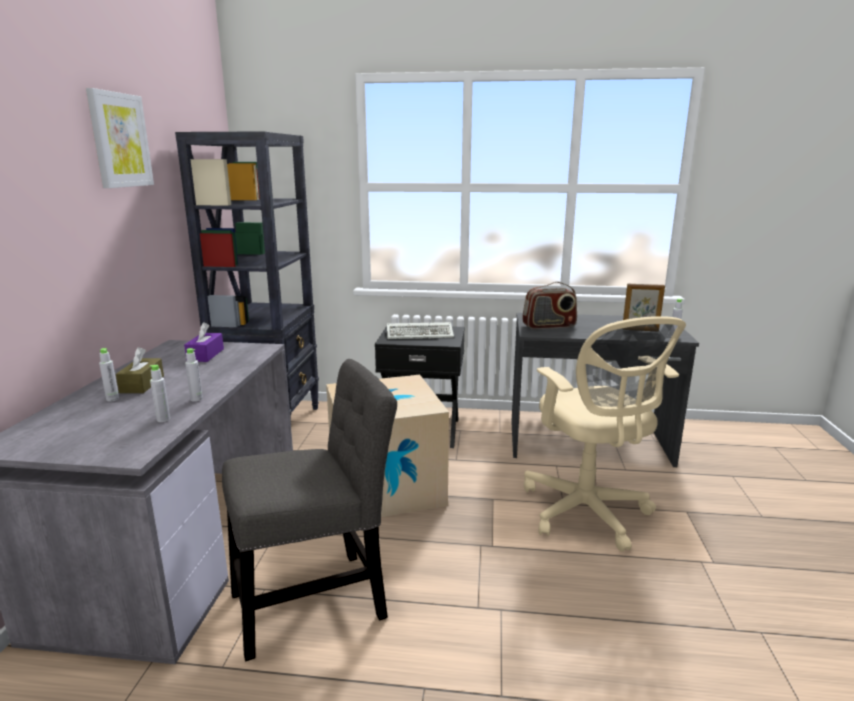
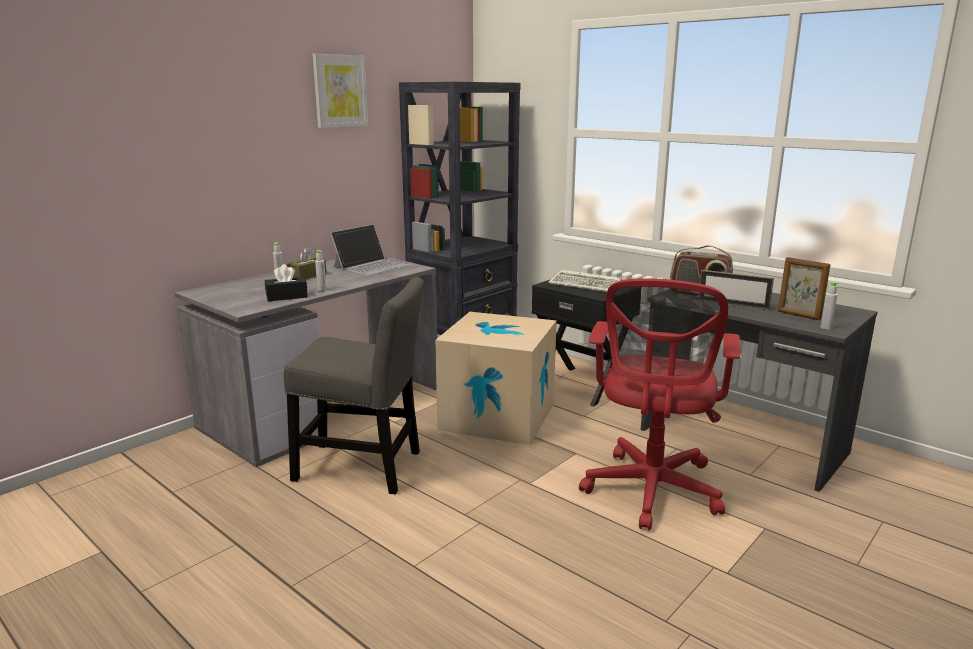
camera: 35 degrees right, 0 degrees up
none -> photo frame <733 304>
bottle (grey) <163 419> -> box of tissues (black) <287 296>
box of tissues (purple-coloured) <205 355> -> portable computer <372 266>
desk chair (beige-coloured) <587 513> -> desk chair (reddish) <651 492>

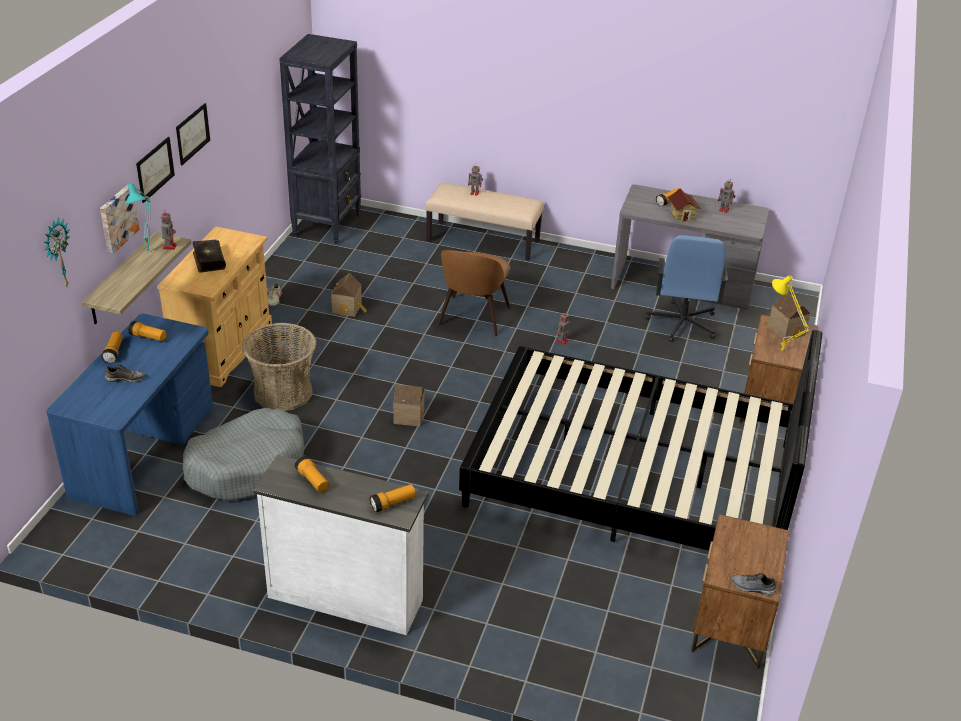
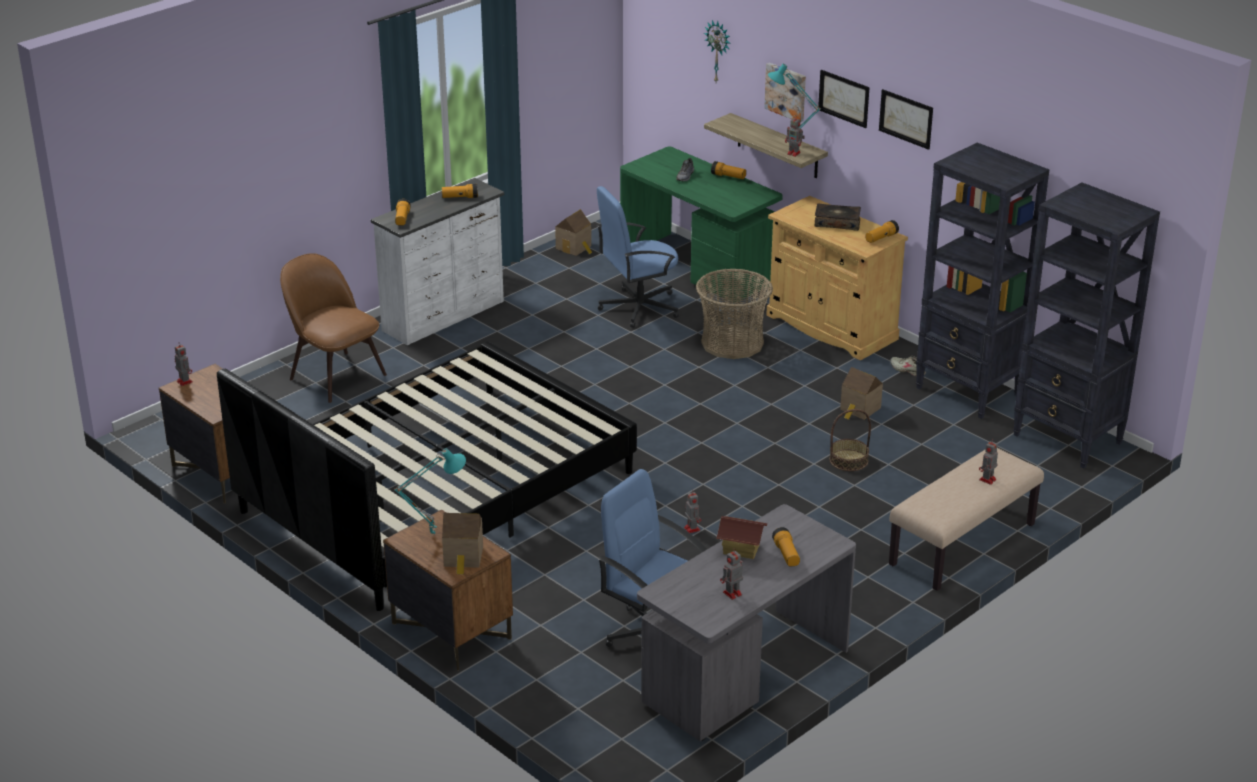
camera: 120 degrees right, 5 degrees down
none -> storage basket <848 460>
none -> shelving unit (black) <968 392>
flashlight <148 337> -> flashlight <881 238>, moved
miniature house <409 415> -> miniature house <575 248>, moved
upright chair (brownish) <473 317> -> upright chair (brownish) <335 375>, moved
dog cushion (grey) <248 466> -> desk chair (blue-coloured) <638 307>
item of footwear (grey) <752 588> -> robot figure <184 381>
desk unit (blue-coloured) <145 451> -> desk unit (greenish) <698 269>
table lamp (yellow) <780 351> -> table lamp (blue-green) <433 534>

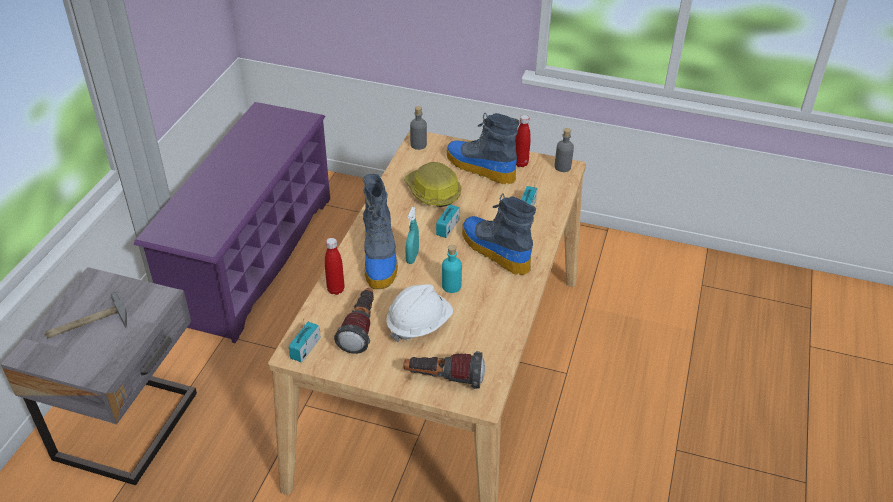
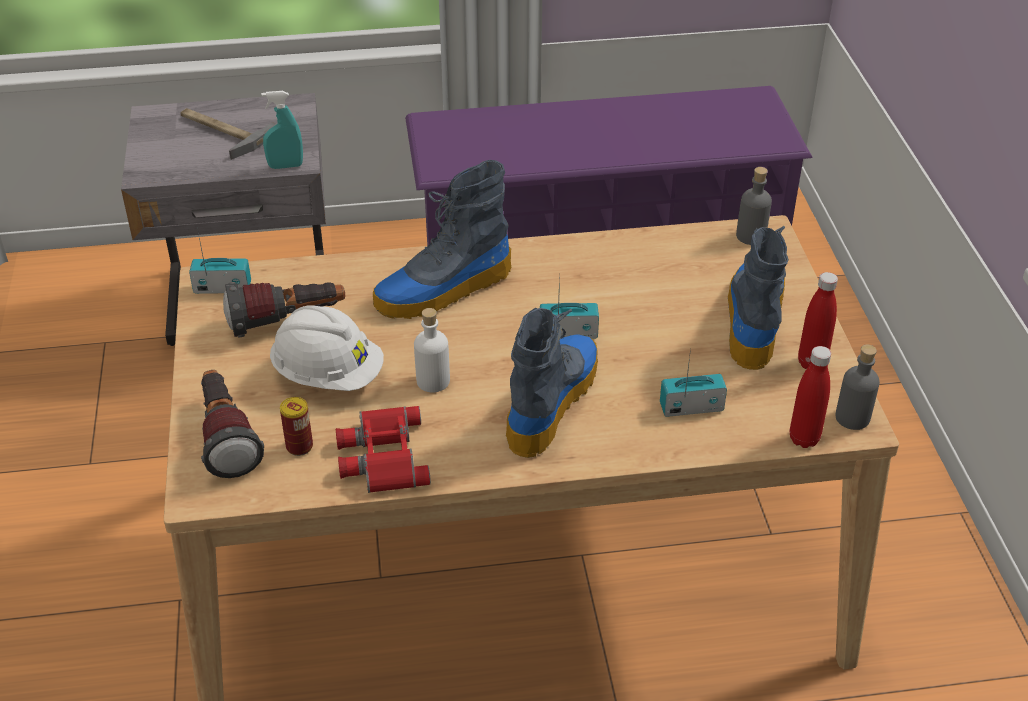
camera: 65 degrees right, 0 degrees up
hard hat <432 192> -> none
none -> metal can <299 446>
none -> binoculars (reddish) <381 456>
bottle (reddish) <336 290> -> bottle (reddish) <804 439>, moved
hand sprayer (blue-green) <412 257> -> hand sprayer (blue-green) <285 166>, moved
bottle (blue-green) <451 286> -> bottle (white) <433 381>

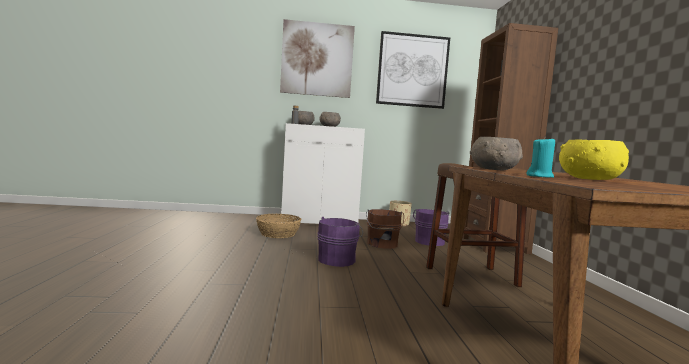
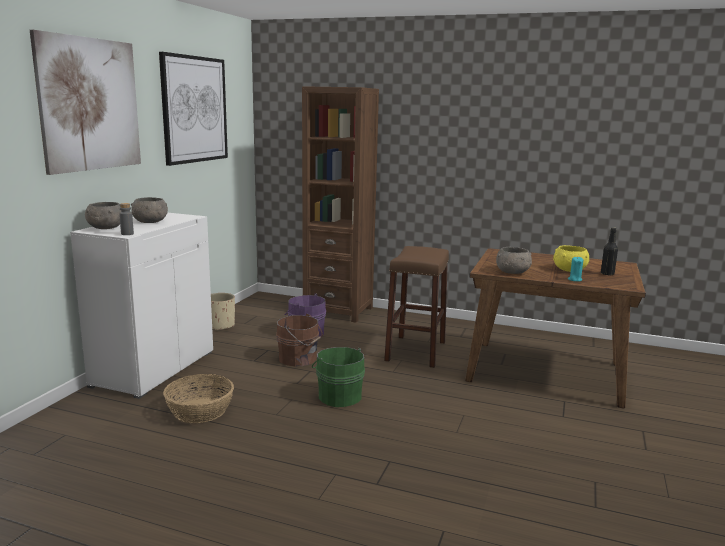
camera: 65 degrees left, 10 degrees up
none -> bottle (black) <607 274>
pail (purple-coloured) <338 260> -> pail (greenish) <339 396>

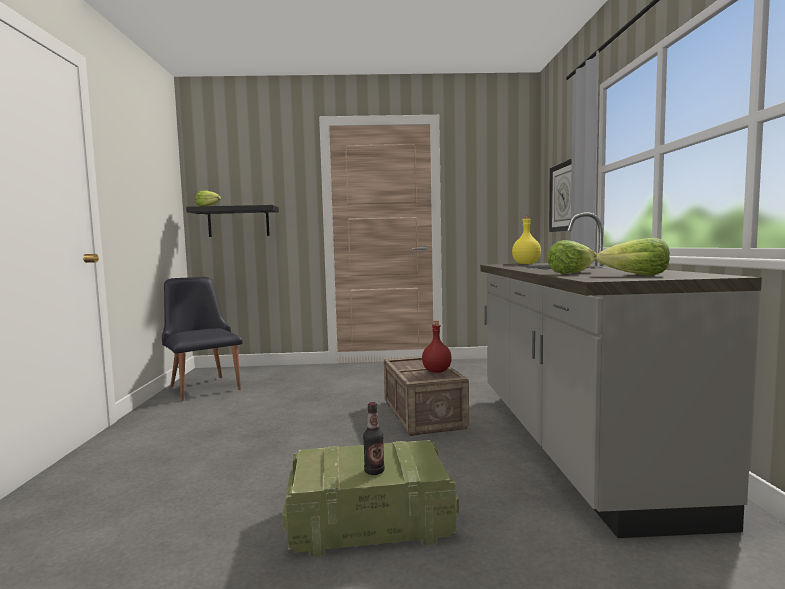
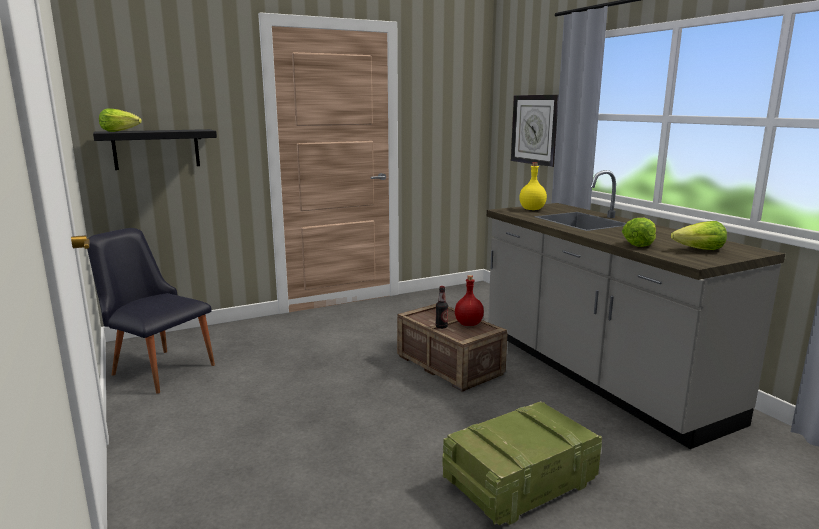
camera: 25 degrees left, 10 degrees up
bottle <374 471> -> bottle <441 327>, moved

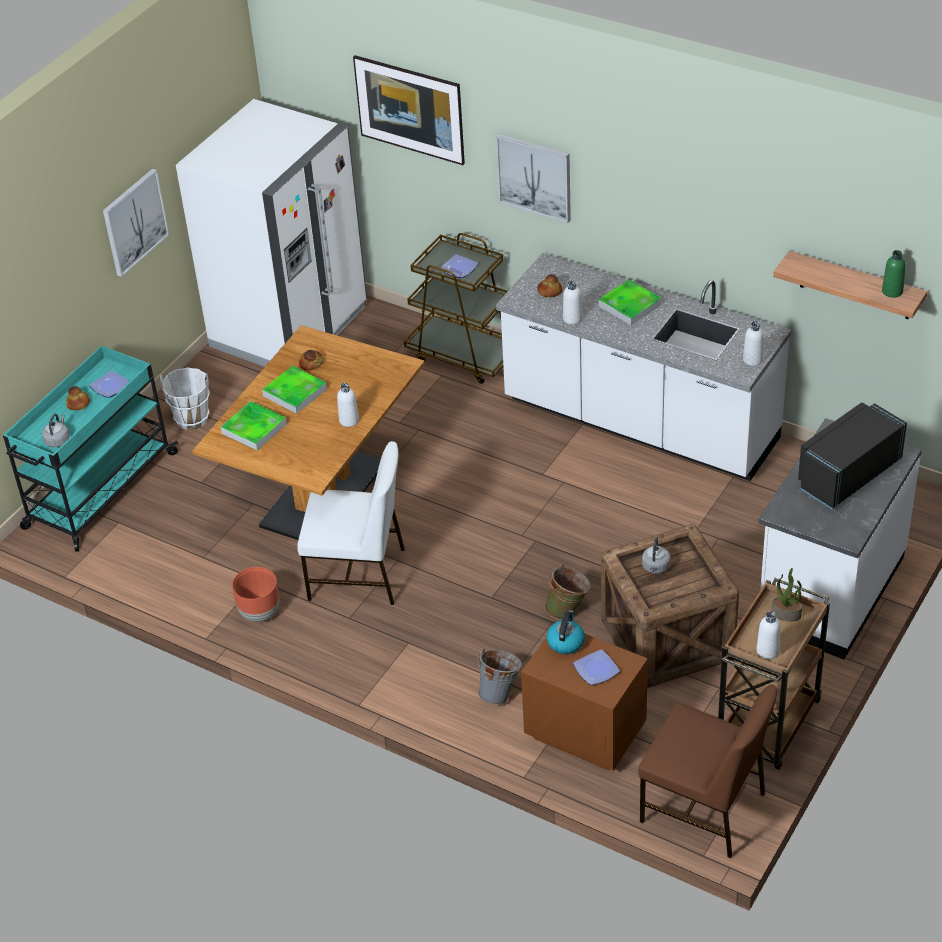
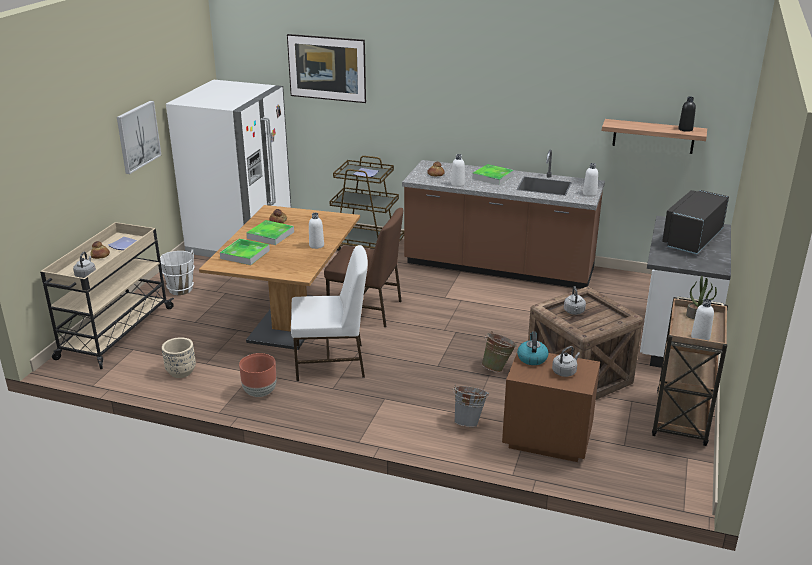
camera: 15 degrees left, 15 degrees down
wall picture <534 177> -> none
none -> flower pot (beige-coloured) <181 372>
upright chair (brownish) <704 809> -> upright chair (brownish) <366 310>, moved
plate <596 669> -> water kettle (grey) <565 372>
trolley (blue-green) <99 491> -> trolley (beige-coloured) <115 333>
kitchen base unit (white) <640 423> -> kitchen base unit (brownish) <498 268>
bottle (greenish) <892 291> -> bottle (black) <685 129>

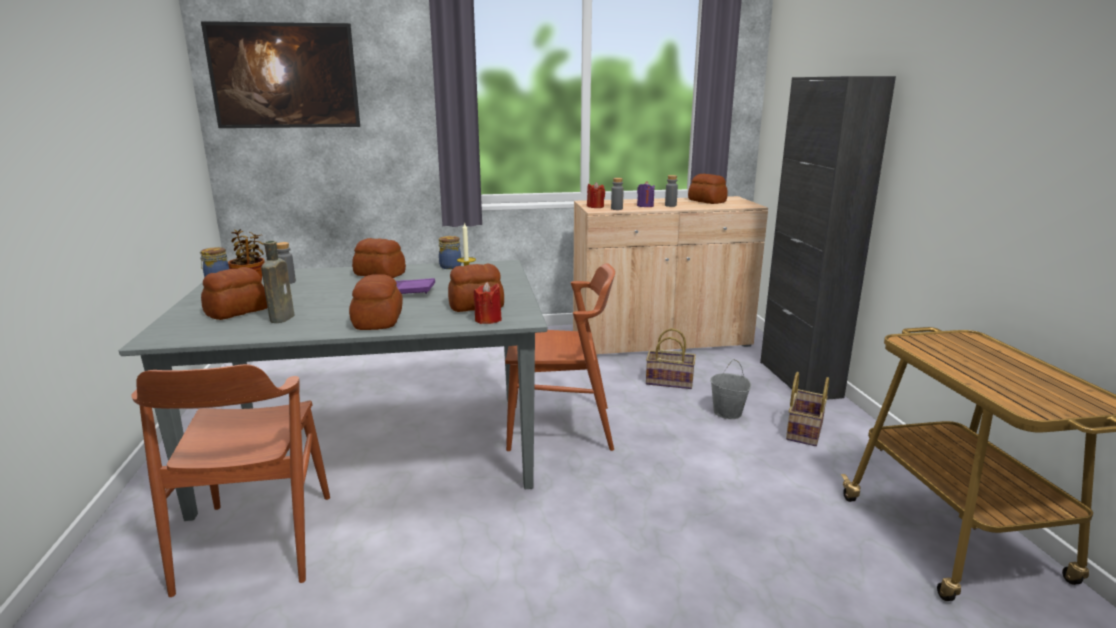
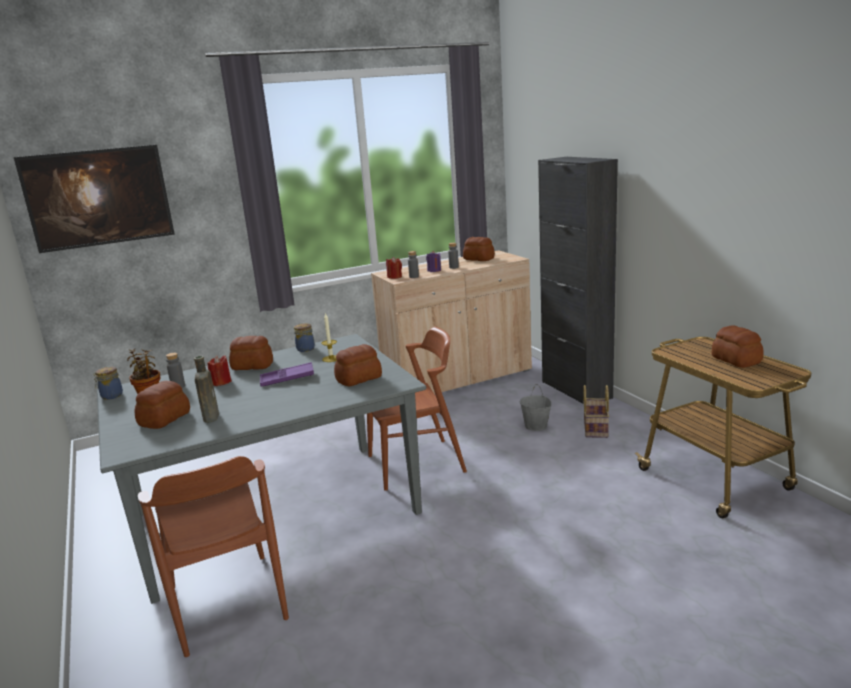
camera: 15 degrees left, 0 degrees up
storage basket <670 381> -> none
bakery bread <377 321> -> bakery bread <736 360>, moved
wax candle (reddish) <488 320> -> wax candle (reddish) <221 382>, moved

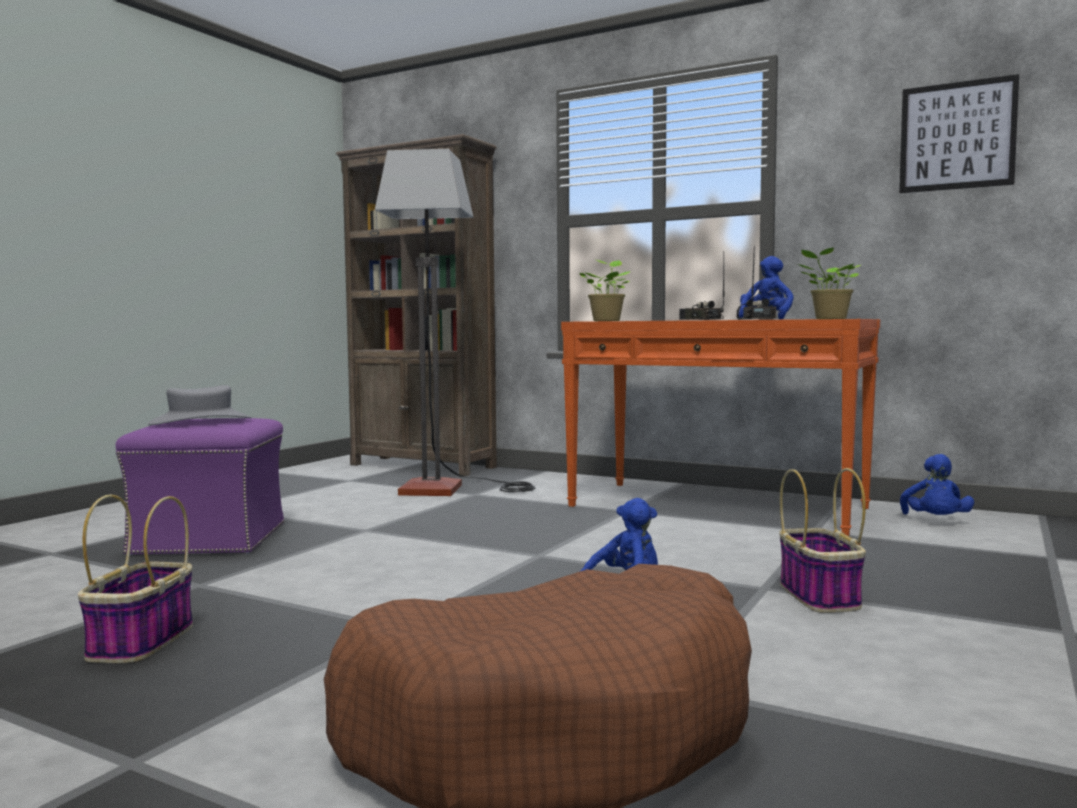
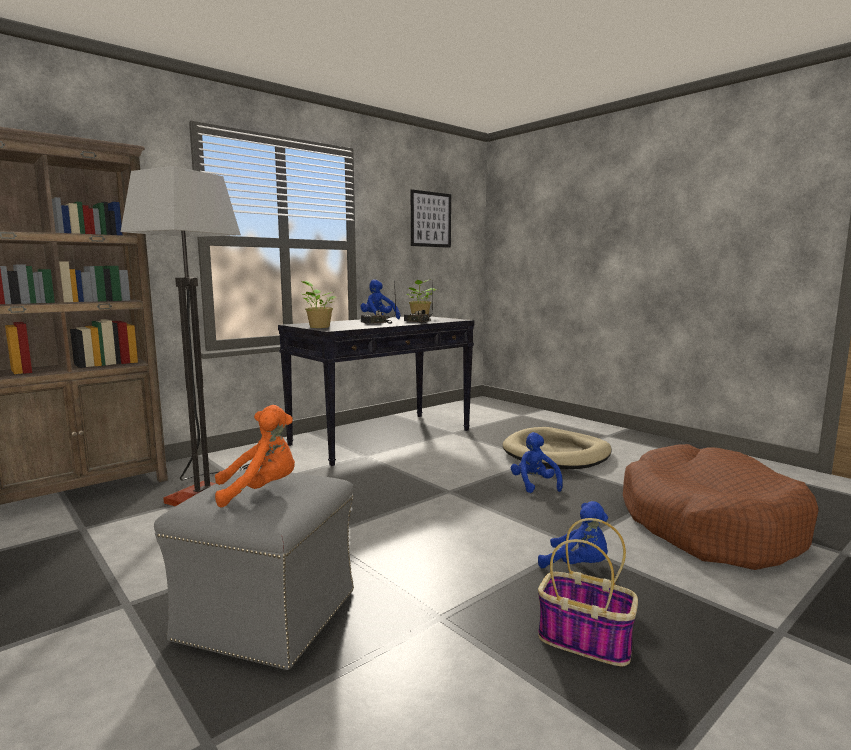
camera: 70 degrees left, 5 degrees up
cuddly toy (blue-coloured) <935 521> -> cuddly toy (blue-coloured) <578 565>, moved
clothing hat (grey) <200 421> -> cuddly toy (orangey) <260 491>
storage basket <820 597> -> dog cushion (beige-coloured) <556 454>
ottoman (purple-coloured) <211 539> -> ottoman (grey) <268 614>
narrow table (orangey) <718 507> -> narrow table (black) <382 437>

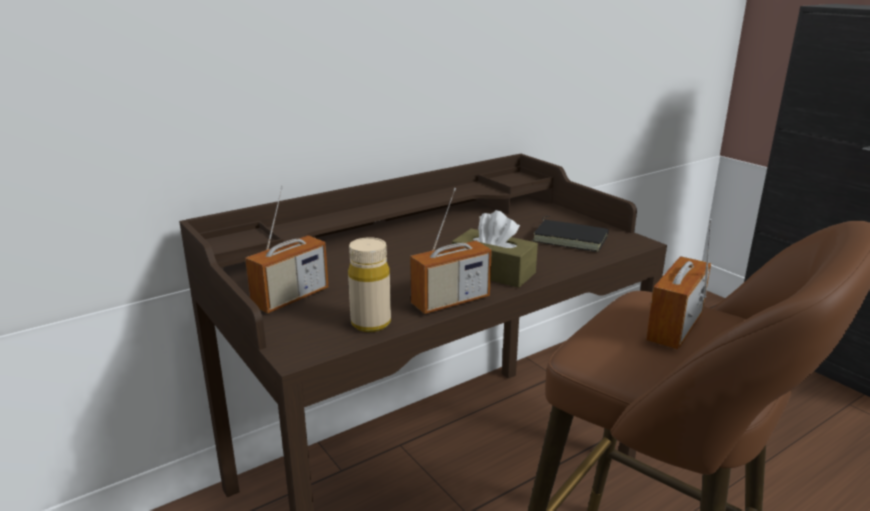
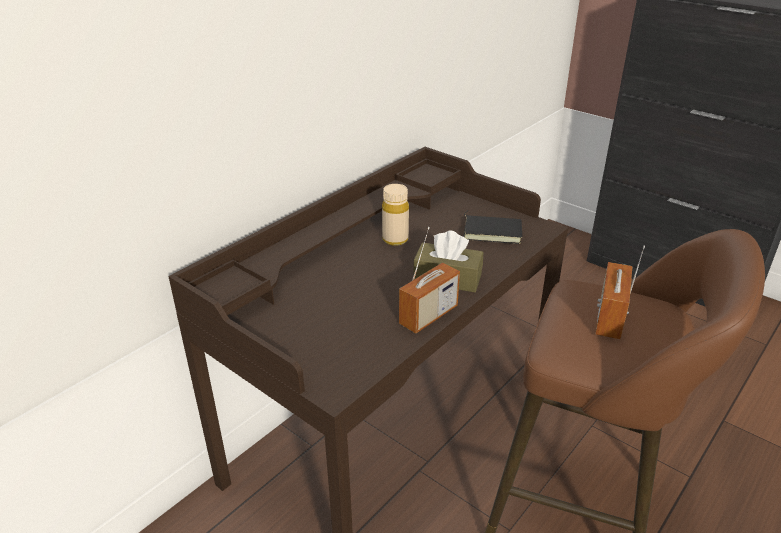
camera: 15 degrees left, 10 degrees up
radio set <291 298> -> none
bottle (beige-coloured) <371 323> -> bottle (beige-coloured) <395 239>, moved

